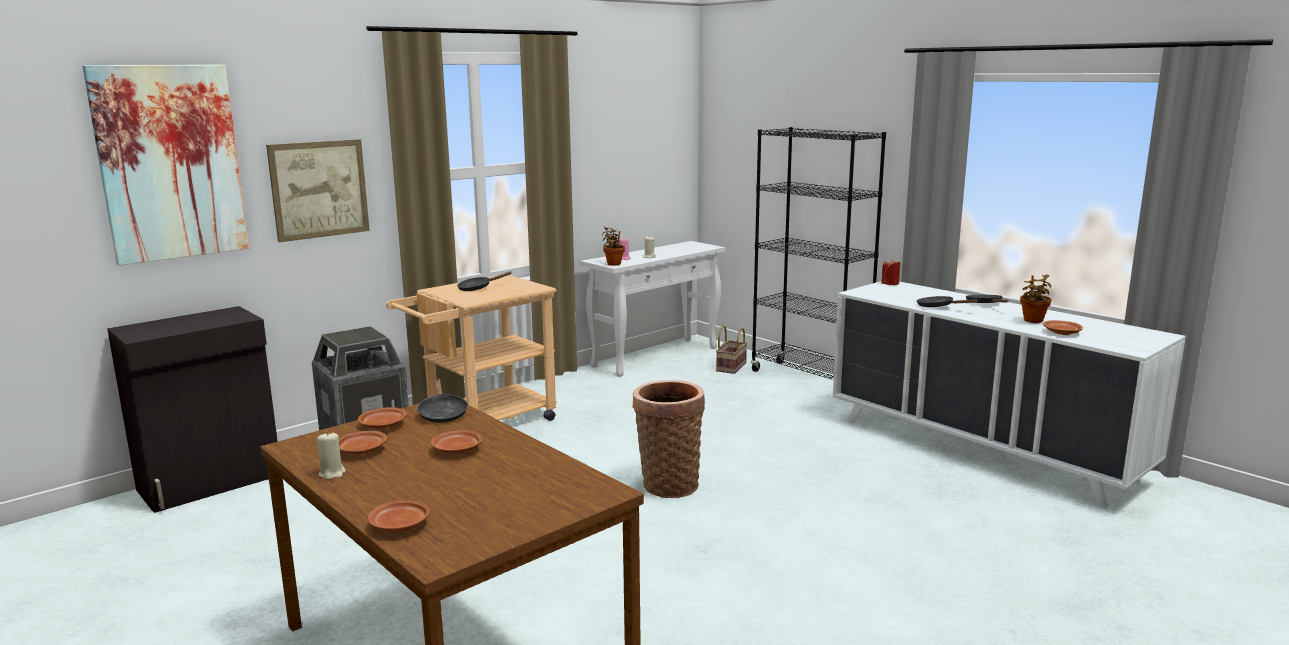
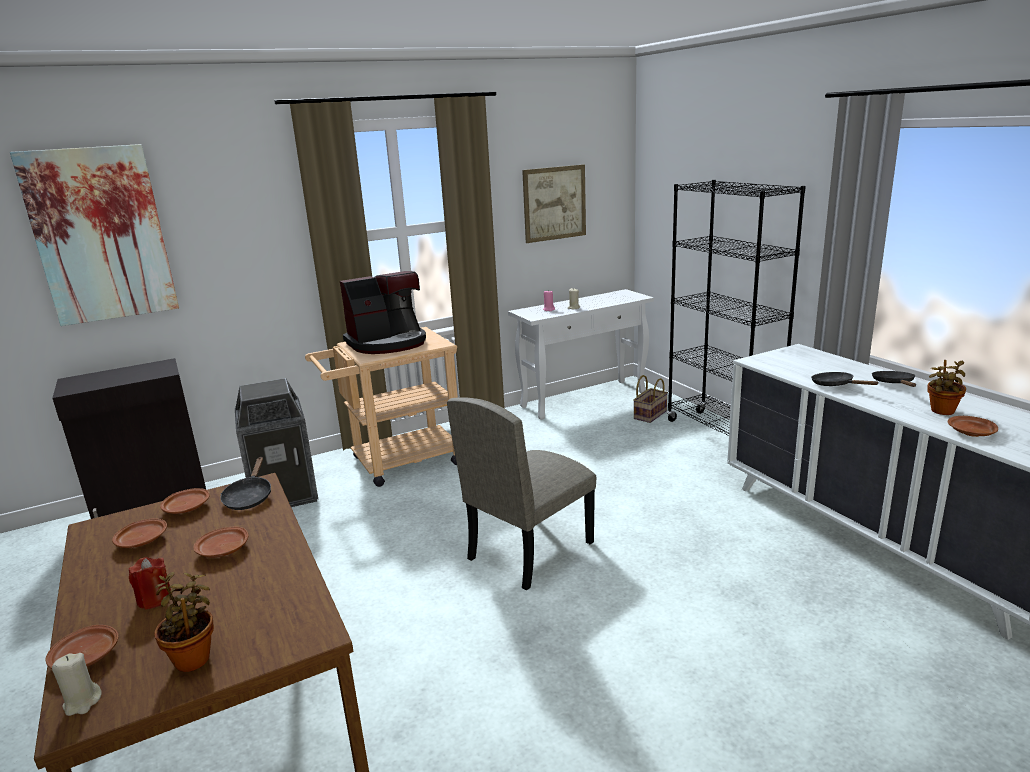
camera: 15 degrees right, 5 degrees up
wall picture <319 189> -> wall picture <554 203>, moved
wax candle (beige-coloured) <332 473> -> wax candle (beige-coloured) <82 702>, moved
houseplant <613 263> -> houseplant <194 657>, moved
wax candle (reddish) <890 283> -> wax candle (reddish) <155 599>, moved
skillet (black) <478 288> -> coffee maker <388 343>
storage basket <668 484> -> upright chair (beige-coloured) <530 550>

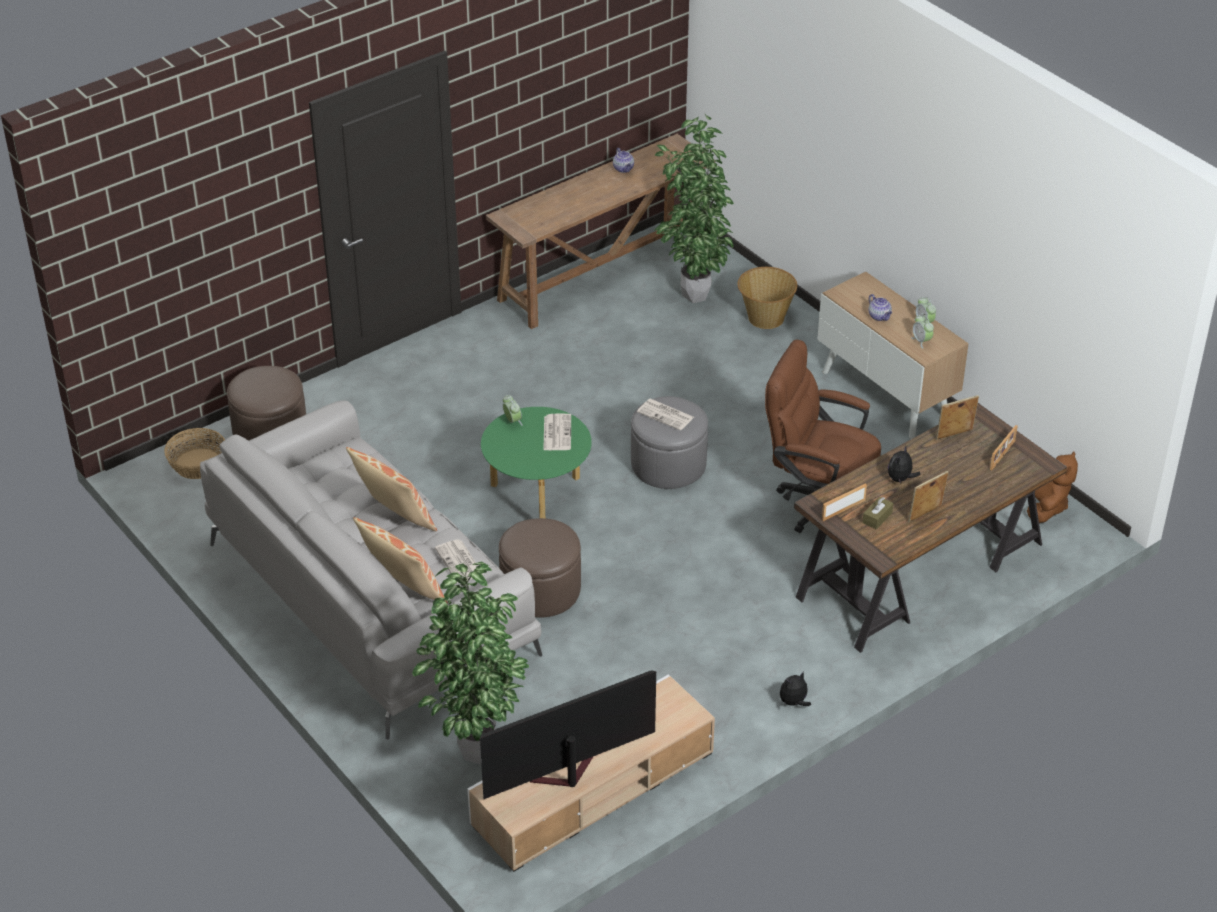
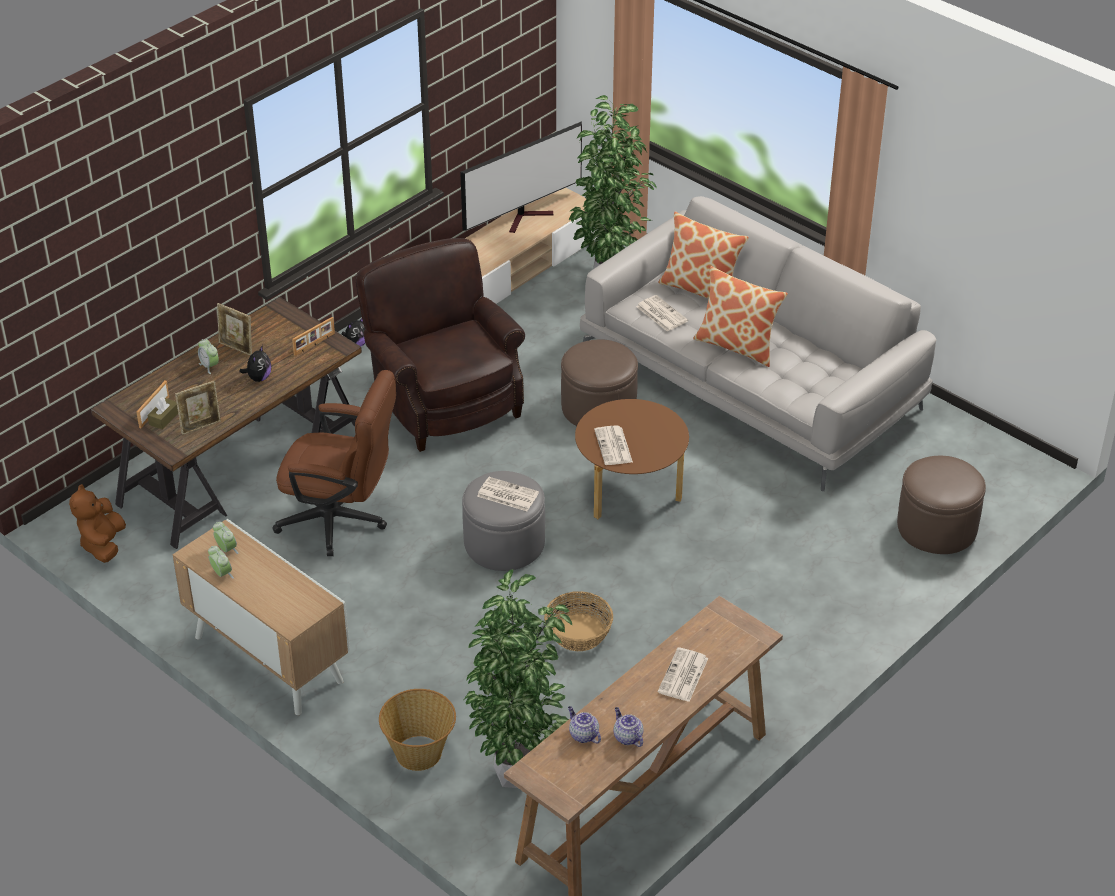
camera: 170 degrees right, 0 degrees up
none -> lounge chair (brownish) <443 400>
none -> newspaper <683 676>
storage basket <198 464> -> storage basket <578 633>, moved
table clock <512 421> -> table clock <209 366>, moved
box of tissues (brownish) <877 518> -> box of tissues (brownish) <164 418>, moved
tea pot <879 316> -> tea pot <583 735>, moved
low table (greenish) <537 497> -> low table (brownish) <630 492>
photo frame <925 515> -> photo frame <236 348>, 75 degrees clockwise

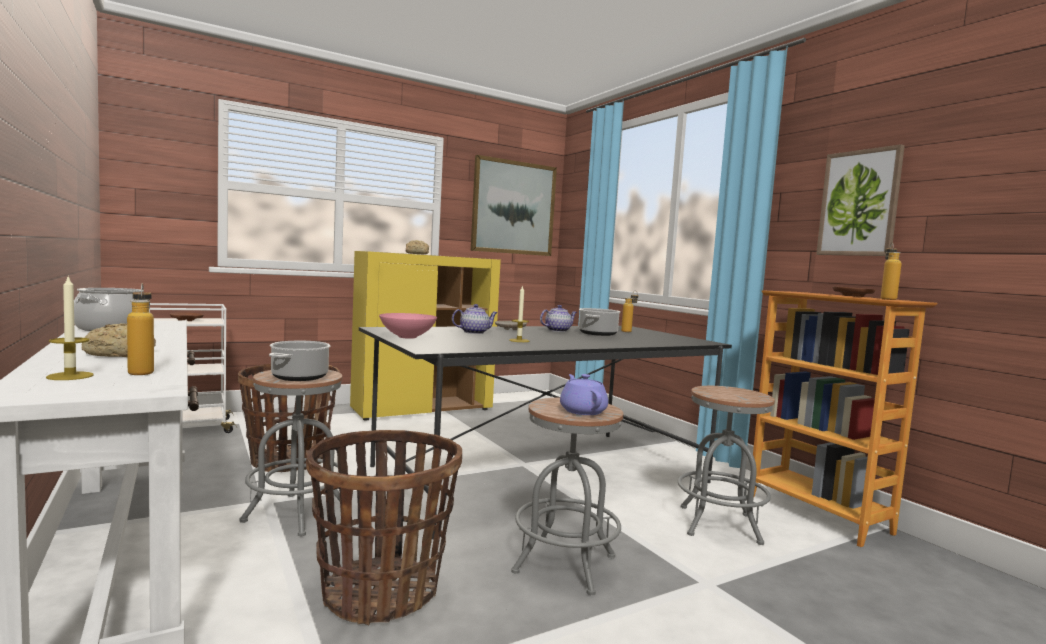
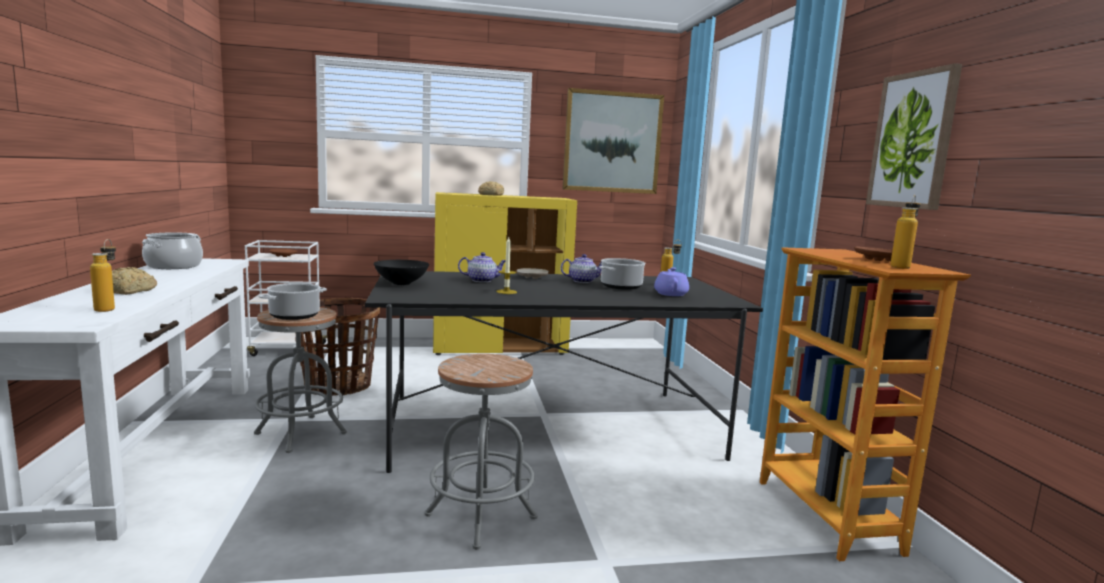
camera: 20 degrees right, 5 degrees up
wax candle <70 376> -> none
storage basket <381 591> -> none
stool seat (grey) <719 525> -> none
tea pot (purple-coloured) <582 411> -> tea pot (purple-coloured) <670 294>, moved
bowl (pink-coloured) <408 337> -> bowl (black) <402 283>

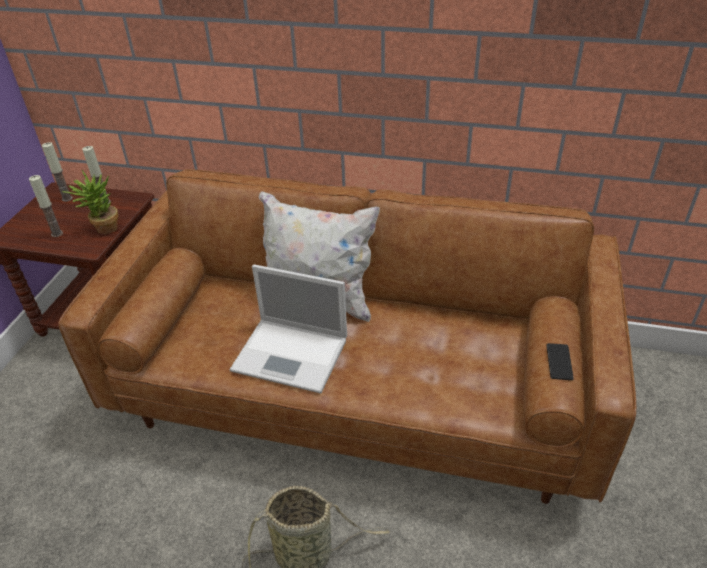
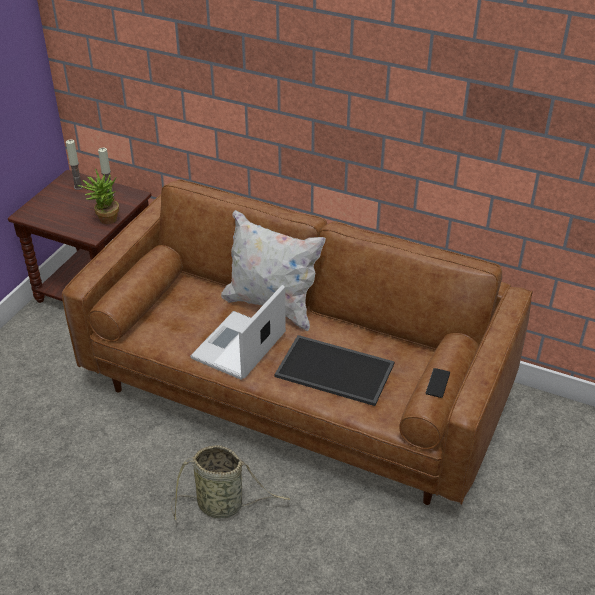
camera: 10 degrees right, 0 degrees up
wax candle <57 234> -> none
none -> serving tray <336 369>
portable computer <292 355> -> portable computer <238 347>, 90 degrees clockwise

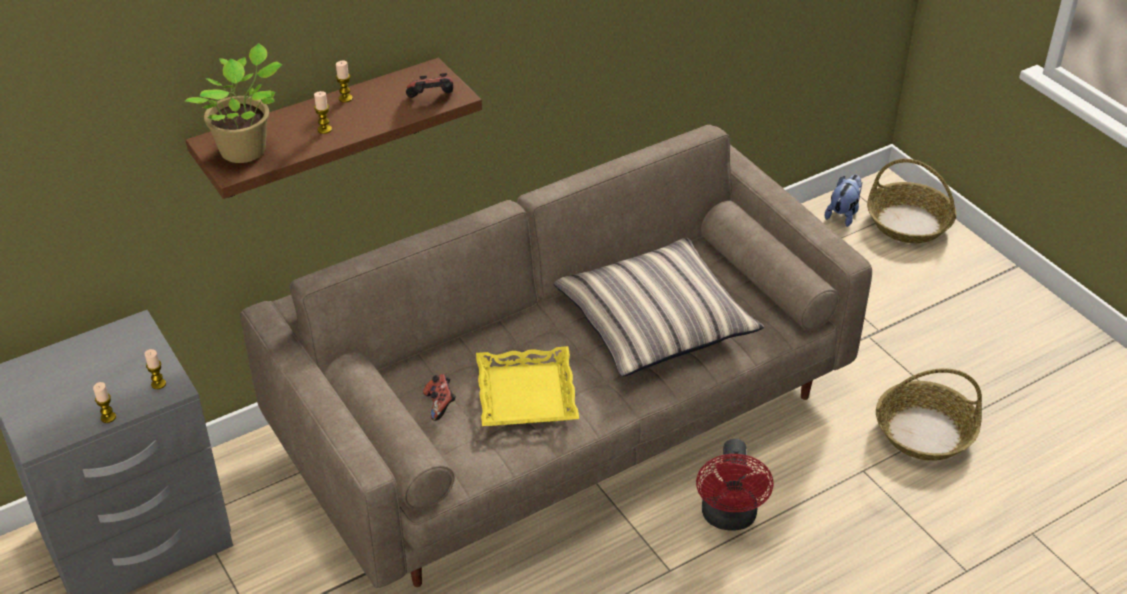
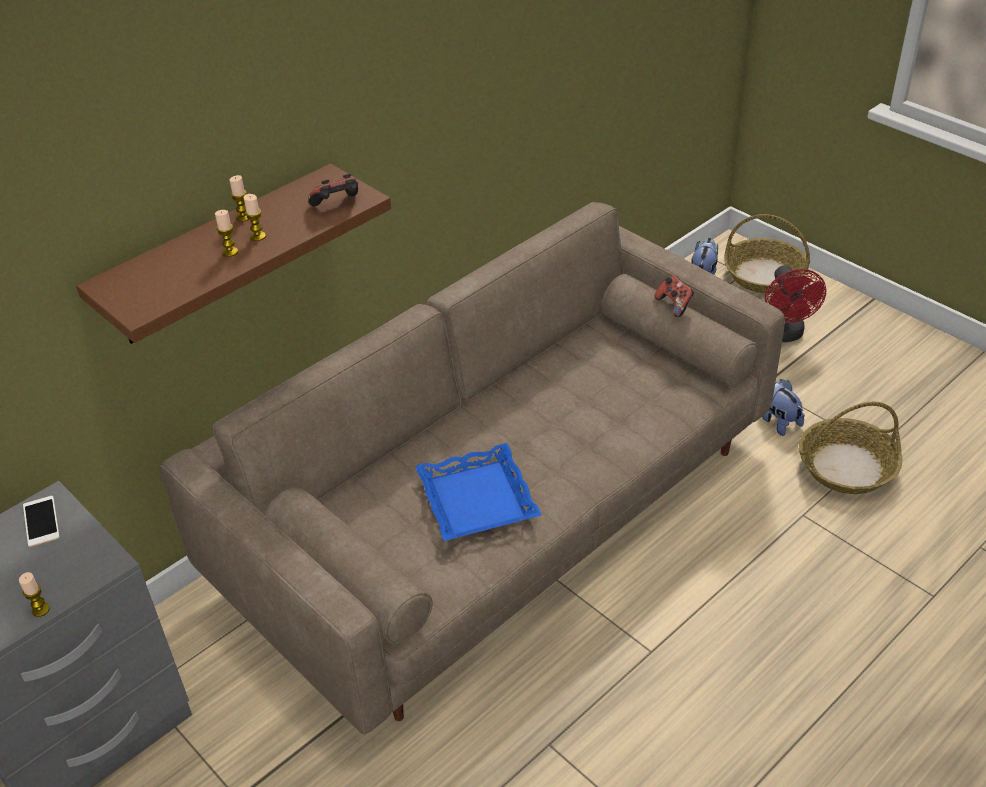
camera: 10 degrees left, 0 degrees up
houseplant <247 150> -> none
throw pillow <655 322> -> none
none -> telephone <41 521>
none -> cuddly toy <777 420>
wax candle <158 384> -> wax candle <258 236>, moved
gamepad <440 405> -> gamepad <674 305>, moved
cooling fan (reddish) <729 518> -> cooling fan (reddish) <783 334>, moved
serving tray (yellow) <527 394> -> serving tray (blue-coloured) <478 499>

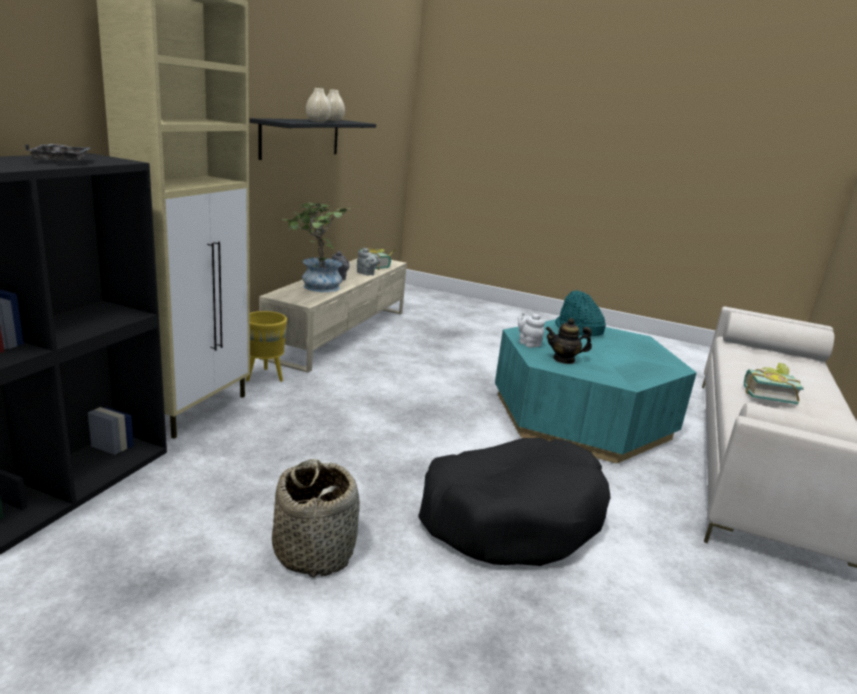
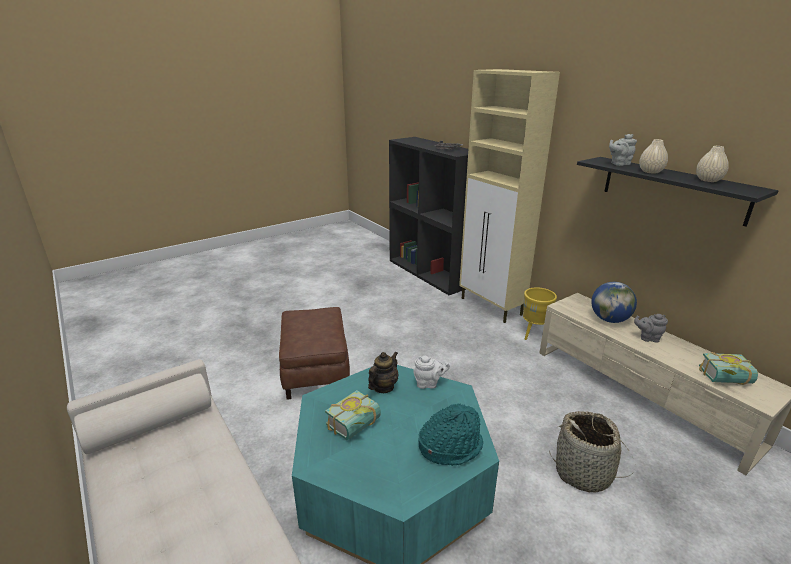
camera: 125 degrees right, 5 degrees up
storage basket <314 551> -> storage basket <583 473>, moved
tea pot (grey) <366 274> -> tea pot (grey) <619 164>, moved
bound book <767 394> -> bound book <357 427>, moved
houseplant <316 287> -> world globe <609 319>
dog cushion (black) <512 516> -> ottoman (brownish) <315 371>

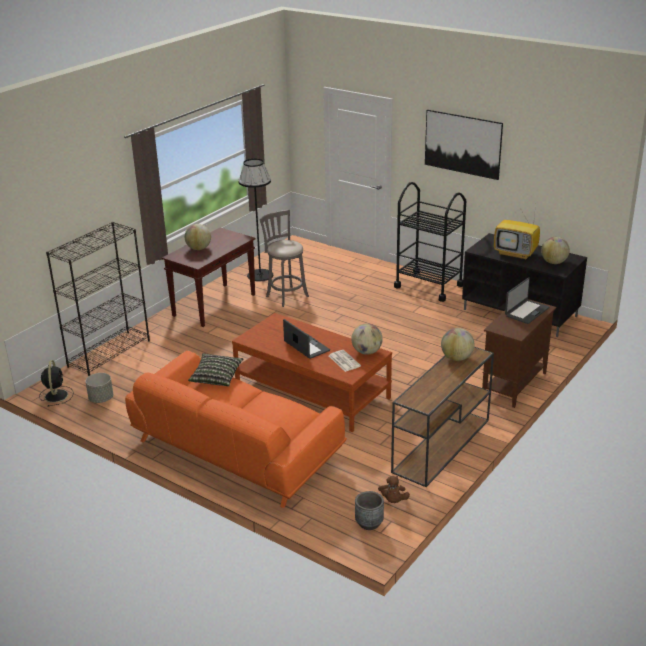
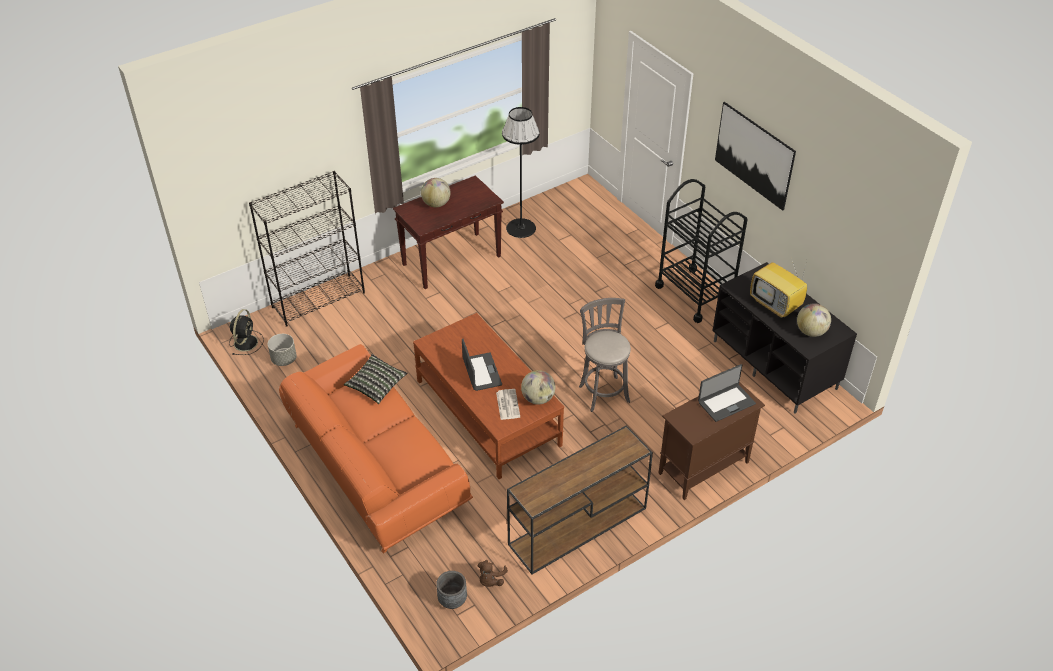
camera: 20 degrees right, 15 degrees up
world globe <456 358> -> none
stool seat (grey) <286 295> -> stool seat (grey) <603 392>, moved

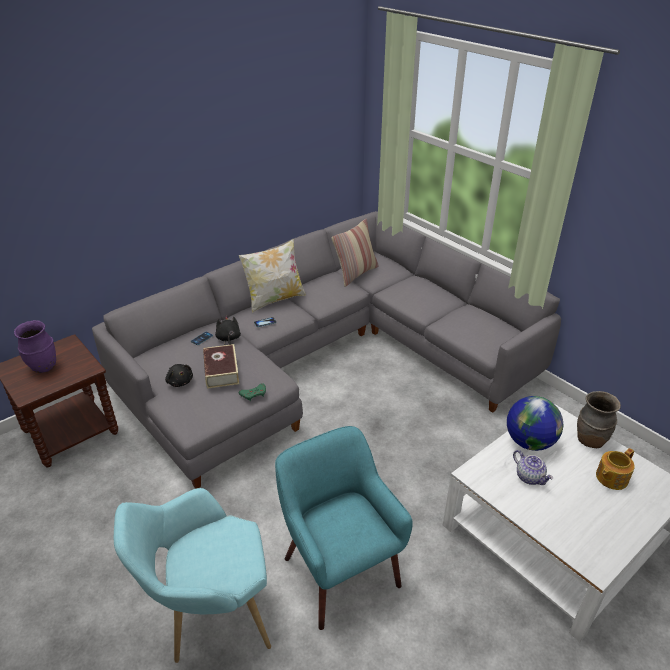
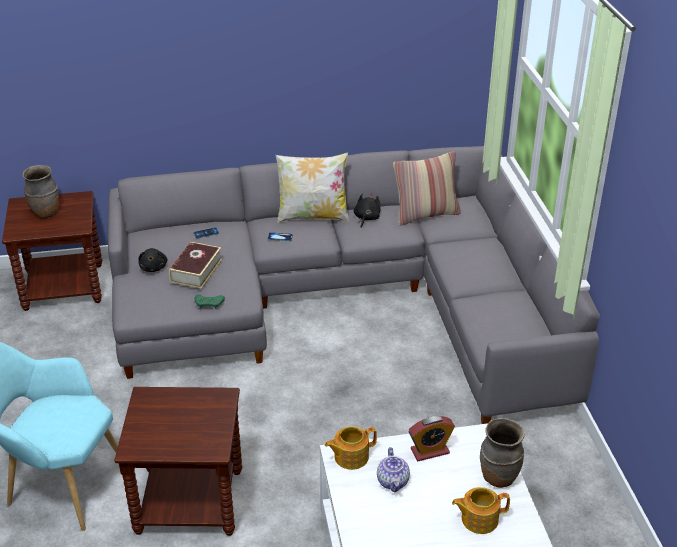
camera: 30 degrees right, 0 degrees up
none -> tea pot <350 456>
cuddly toy (black) <228 339> -> cuddly toy (black) <366 218>, moved
lounge chair (blue-green) <339 571> -> side table (brownish) <190 501>
world globe <529 442> -> table clock <430 451>
decorative vase (purple-coloured) <43 367> -> decorative vase (brownish) <45 213>

